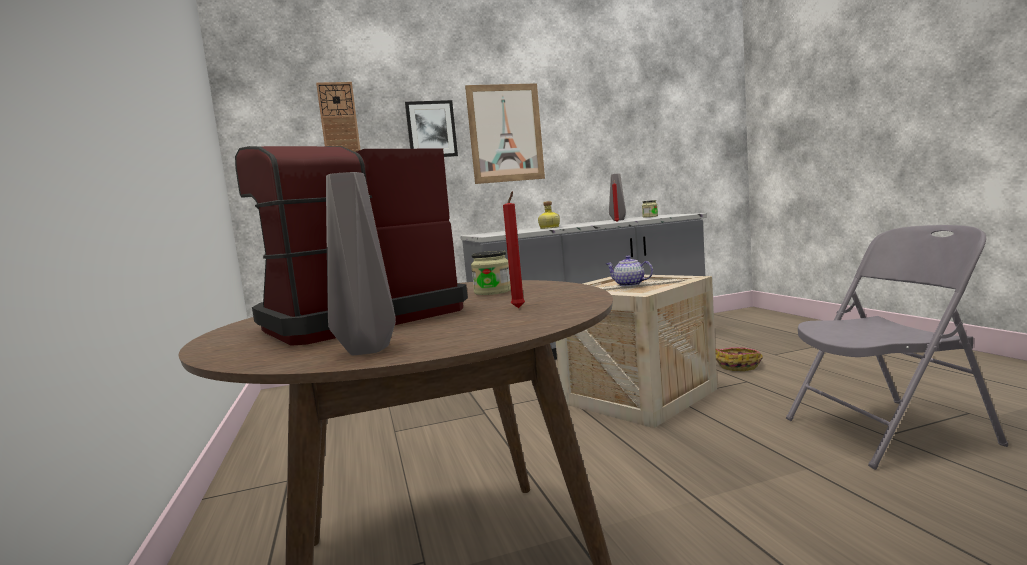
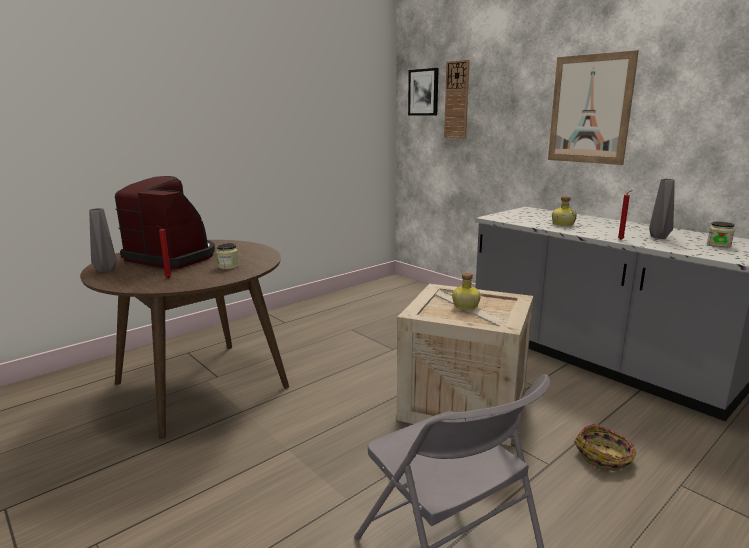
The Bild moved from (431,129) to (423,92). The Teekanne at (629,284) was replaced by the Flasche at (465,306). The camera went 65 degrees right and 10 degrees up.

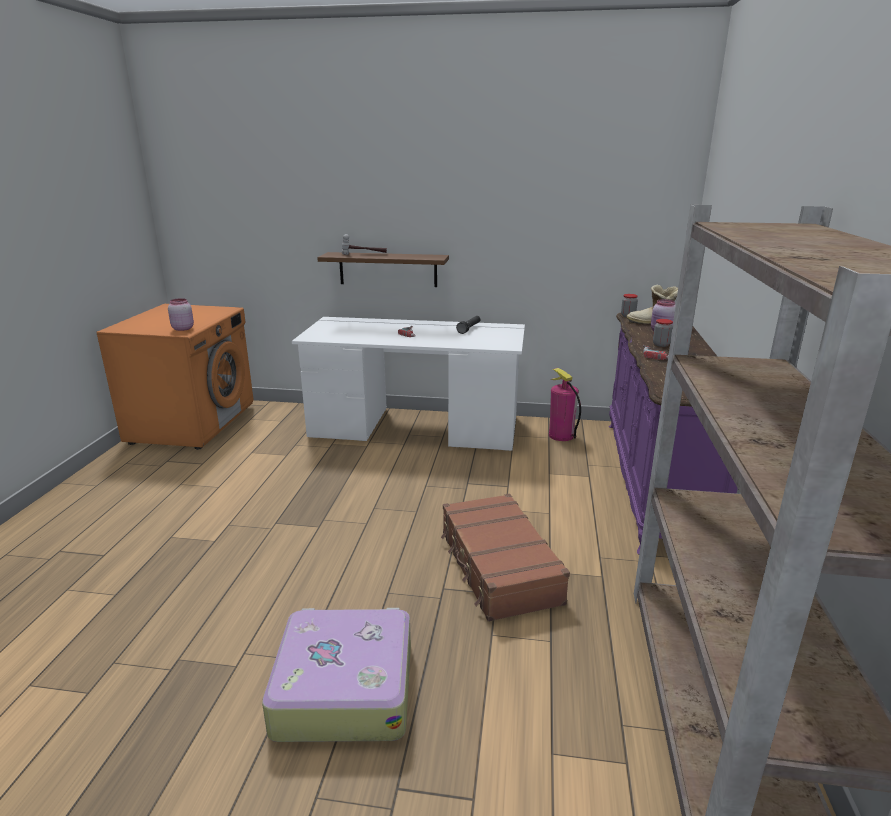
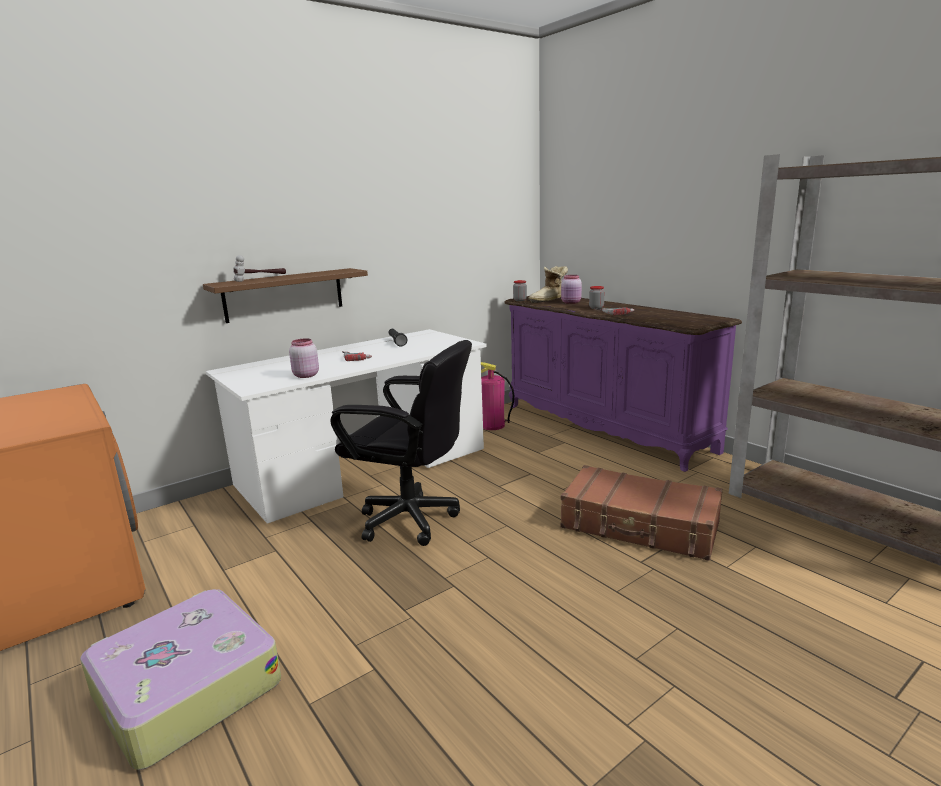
The Bürostuhl (schwarz) at (414,521) appeared. The Vorratsglas (rosa) moved from (183,328) to (305,375). The Koffer moved from (344,687) to (185,688). The camera went 45 degrees left and 5 degrees down.

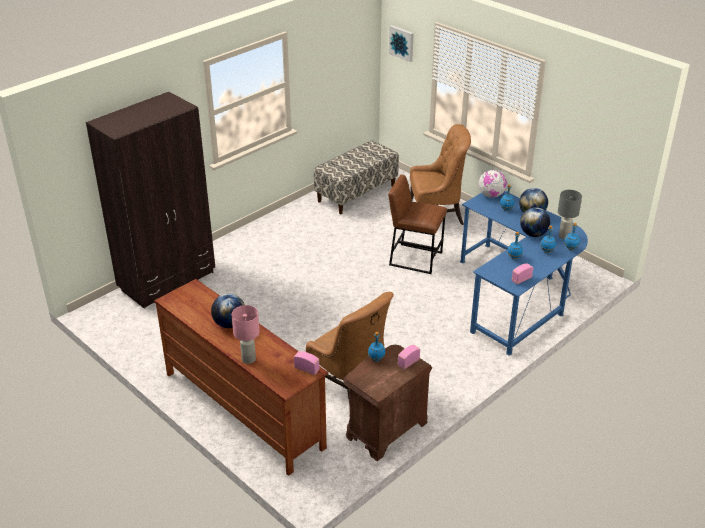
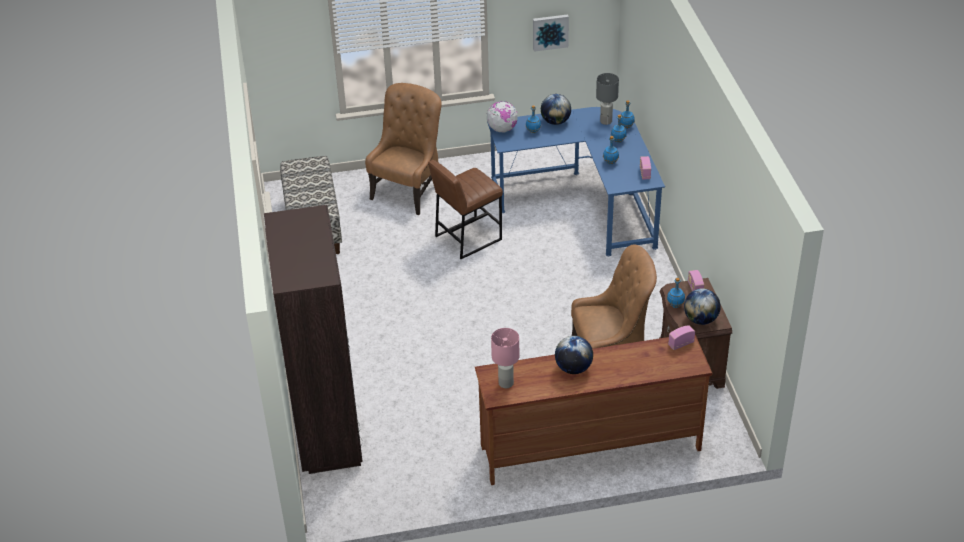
The Tischlampe (rosa) moved from (248,359) to (505,383). The Bild moved from (402,43) to (550,31). The Globus moved from (533,234) to (700,319). The camera went 55 degrees left and 5 degrees up.

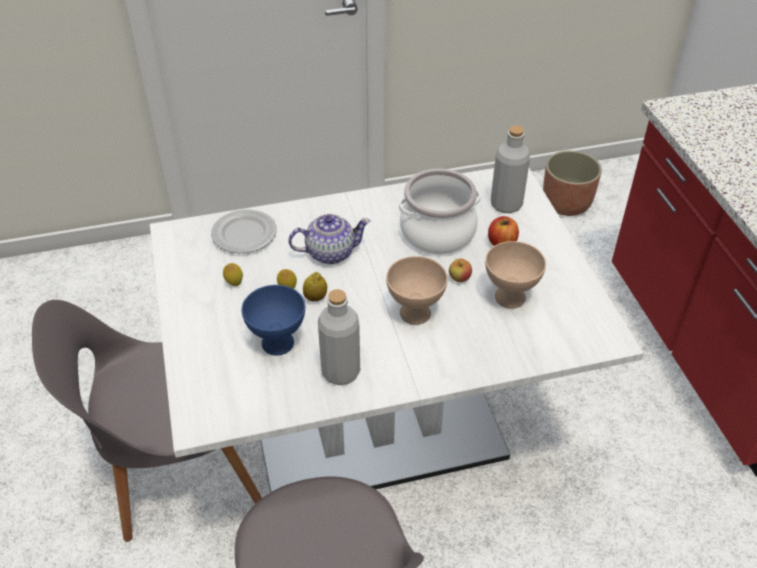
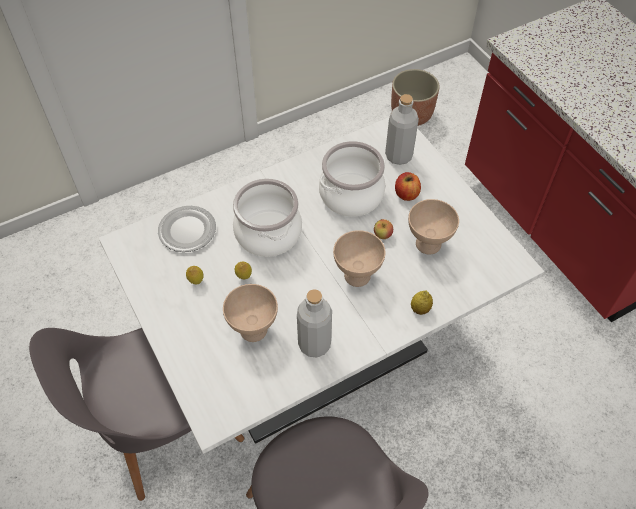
The Zitrone moved from (315,297) to (420,309). The Teekanne at (329,252) was replaced by the Kochtopf at (267,233). The Schüssel (blau) at (278,344) became the Schüssel (beige) at (254,330). The camera went 15 degrees left and 10 degrees up.

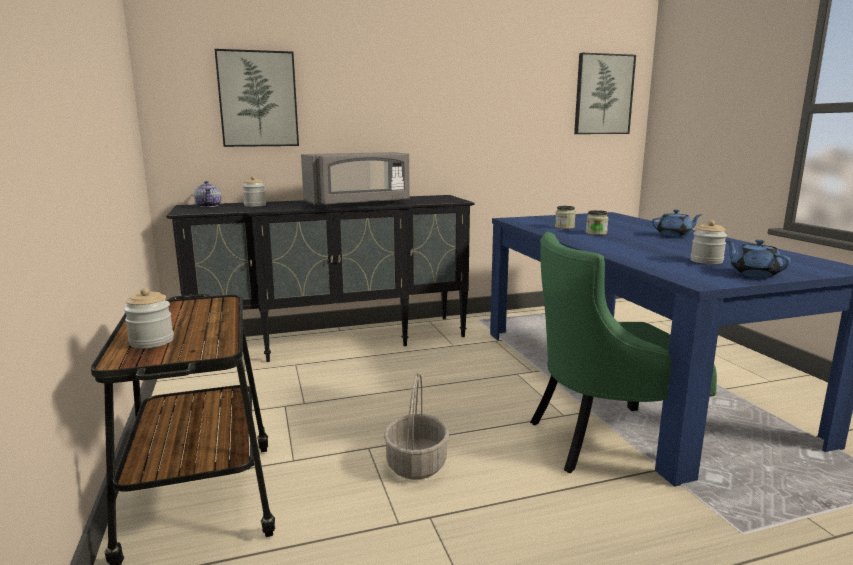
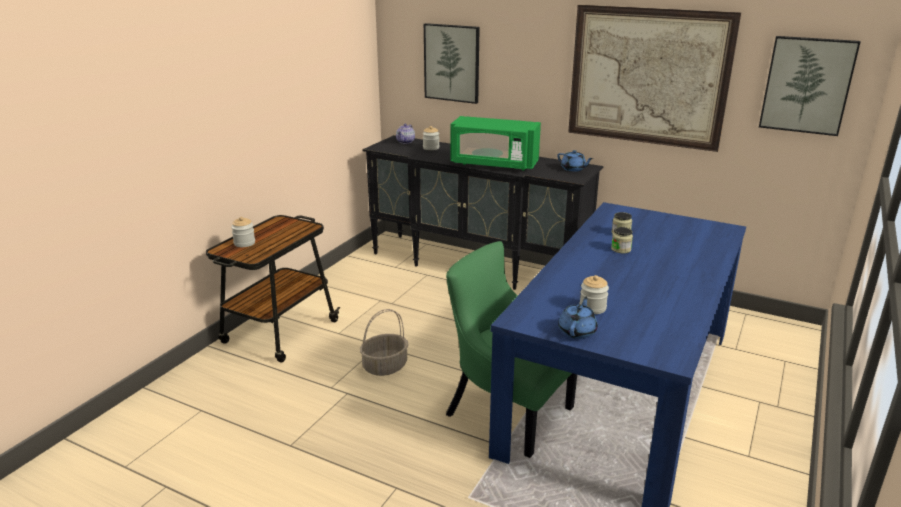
The Bild at (648,77) appeared. The Teekanne (blau) moved from (674,235) to (573,169). The Mikrowelle (grau) at (358,204) became the Mikrowelle (grün) at (493,164). The camera went 45 degrees right and 10 degrees up.

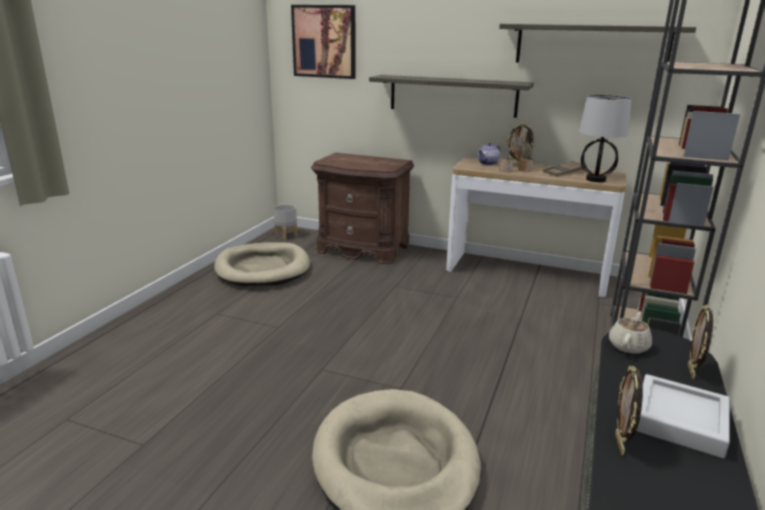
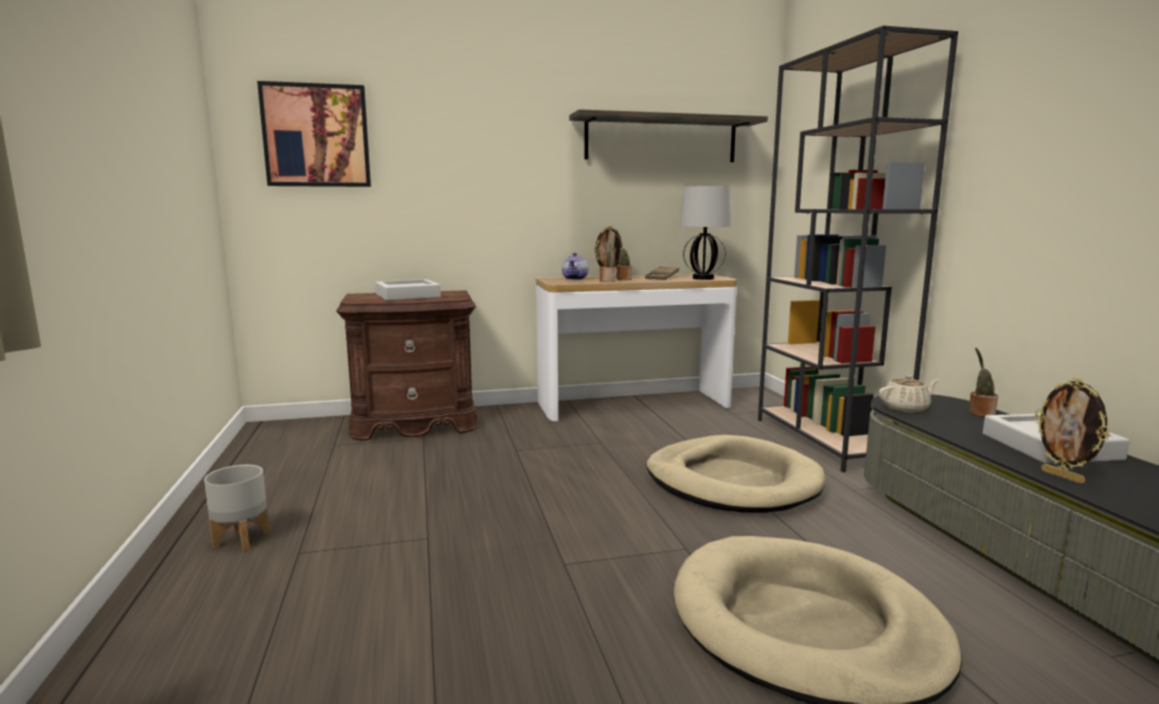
The Wandregal at (452,95) disappeared. The Tablett (grau) at (408,296) appeared. The Hundebett (beige) moved from (263,268) to (732,481). The Pflanzkübel (grau) moved from (286,236) to (240,539). The Bilderrahmen at (692,372) was replaced by the Topfpflanze at (980,413). The Teekanne (beige) at (628,346) turned 75 degrees clockwise. The camera went 35 degrees left and 10 degrees down.

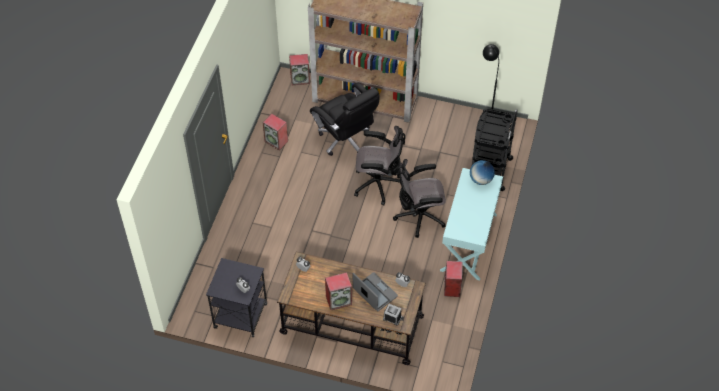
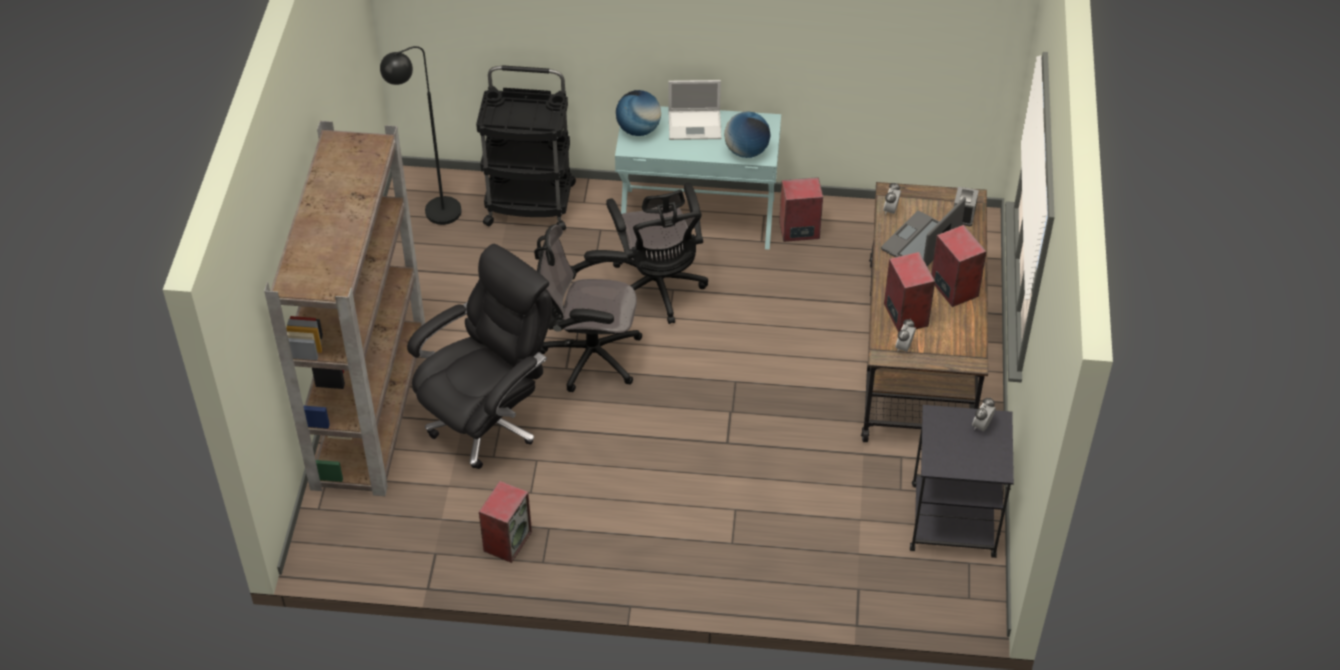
The Laptop at (696,125) appeared. The Globus at (746,151) appeared. The Lautsprecher moved from (300,79) to (905,314). The Bürostuhl at (378,184) turned 75 degrees counterclockwise. The camera went 100 degrees left and 5 degrees down.

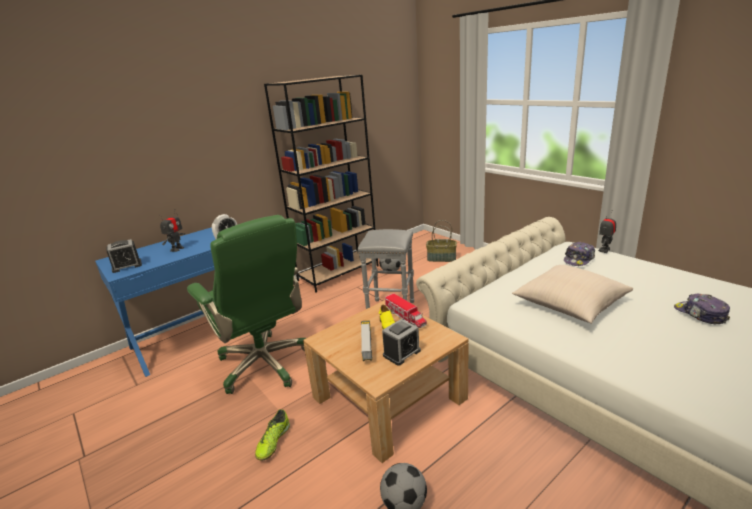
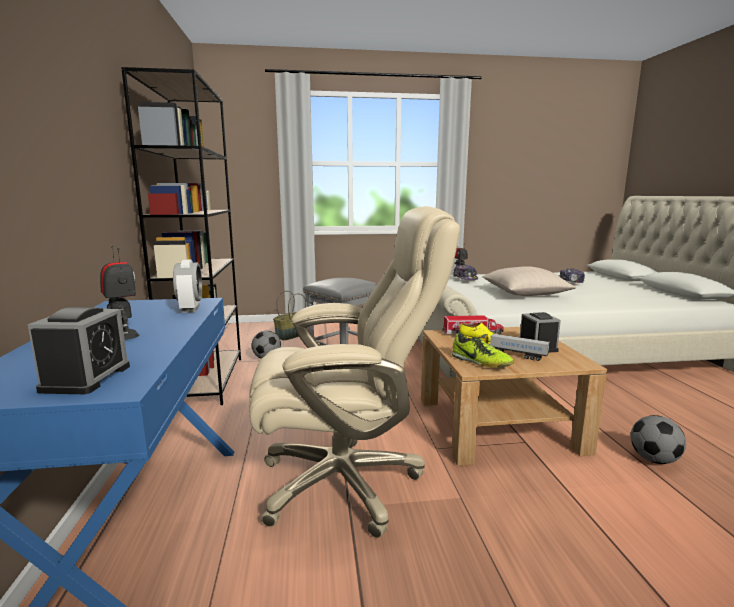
The Schuh moved from (273,442) to (480,362). The Bürostuhl (grün) at (264,366) became the Bürostuhl (beige) at (346,486). The camera went 60 degrees left and 10 degrees down.

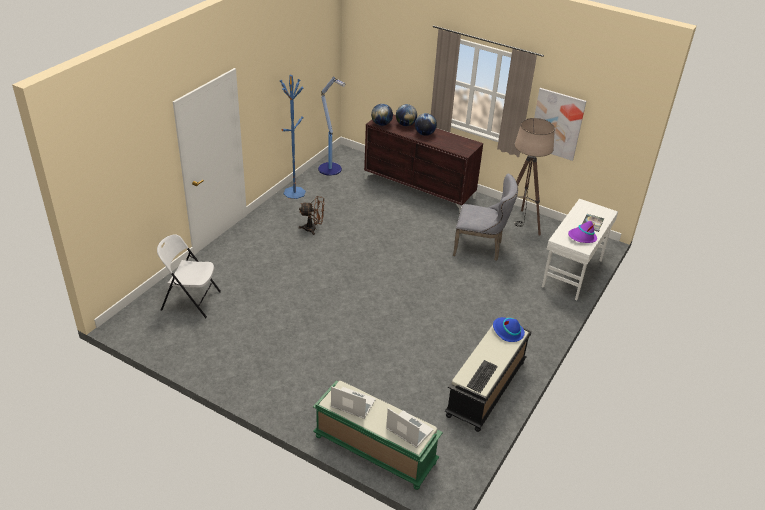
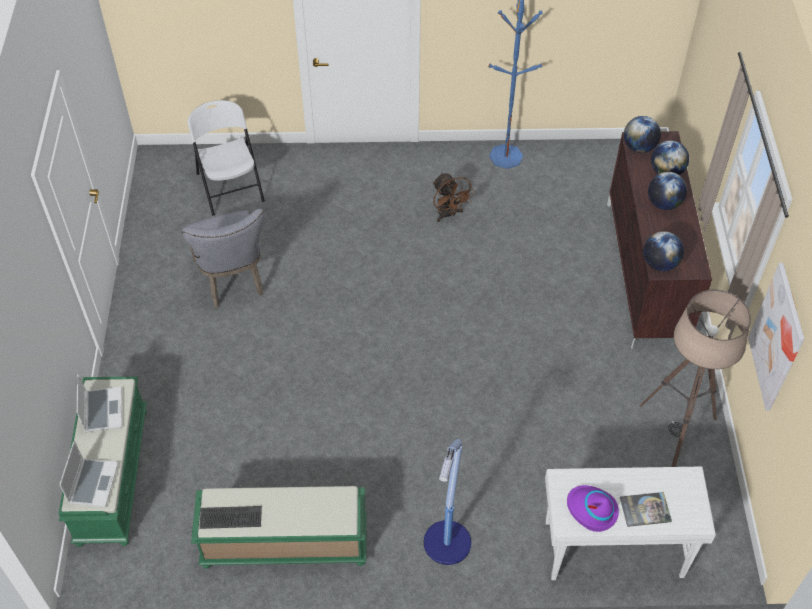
The Hut (blau) at (507,331) disappeared. The Globus at (660,263) appeared. The Stehlampe moved from (330,169) to (447,544). The Stuhl (grau) moved from (481,248) to (232,280). The Bank (schwarz) at (486,389) became the Bank (grün) at (283,544). The camera went 60 degrees right and 15 degrees up.

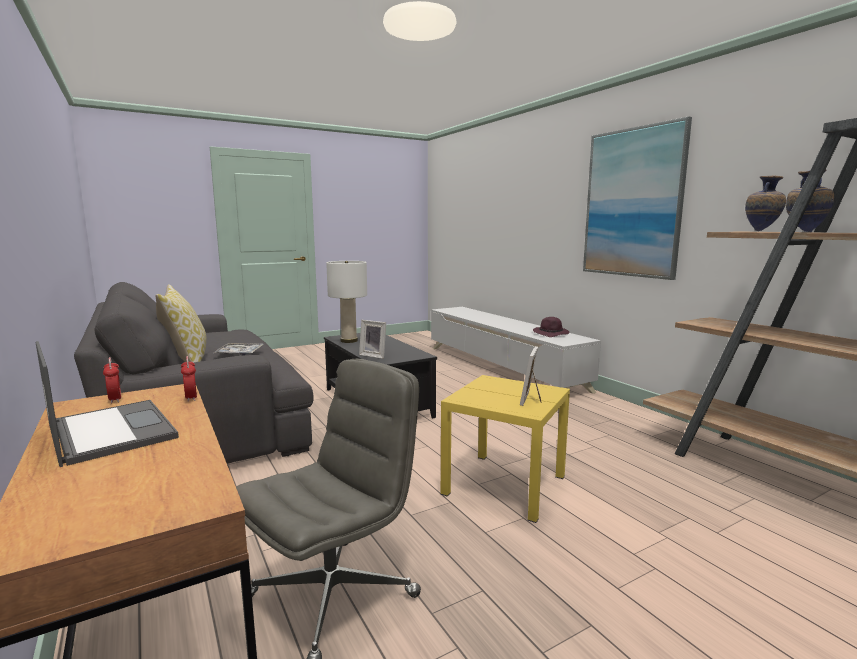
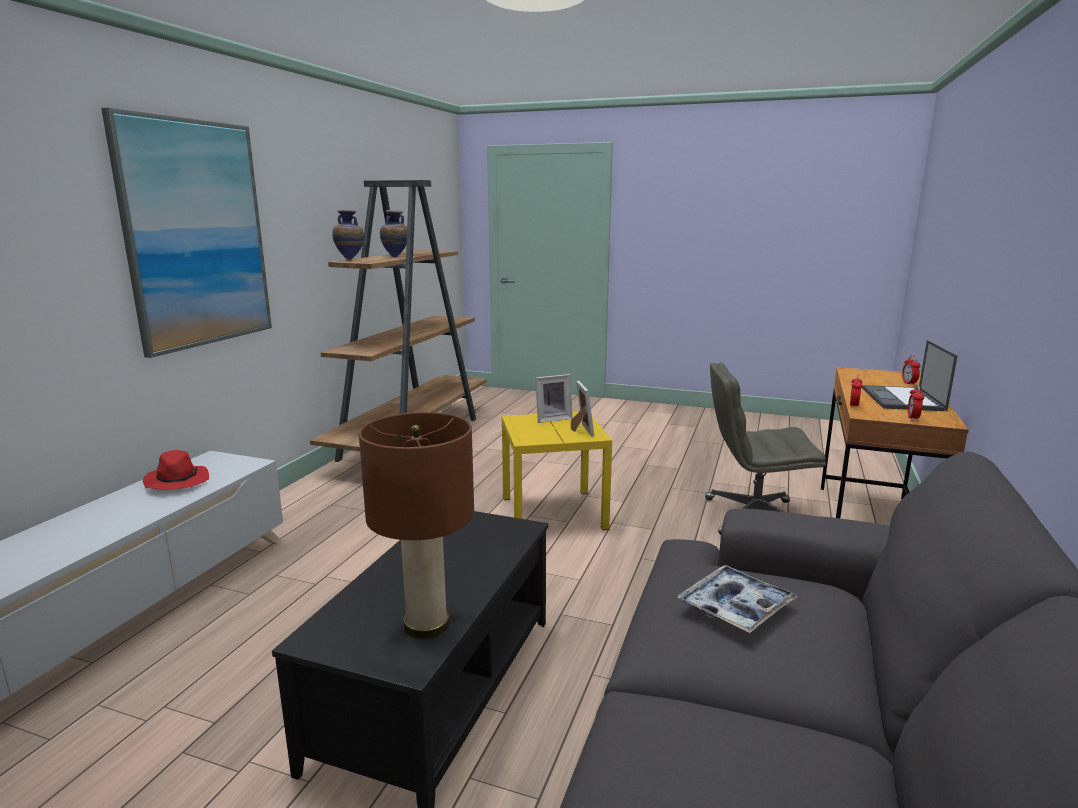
The Kissen at (186,361) disappeared. The Wecker at (909,383) appeared. The Bilderrahmen moved from (374,355) to (580,430). The Tischlampe (weiß) at (349,340) became the Tischlampe (braun) at (426,625). The Hut (lila) at (551,334) became the Hut (rot) at (177,482). The camera went 130 degrees left and 5 degrees up.

